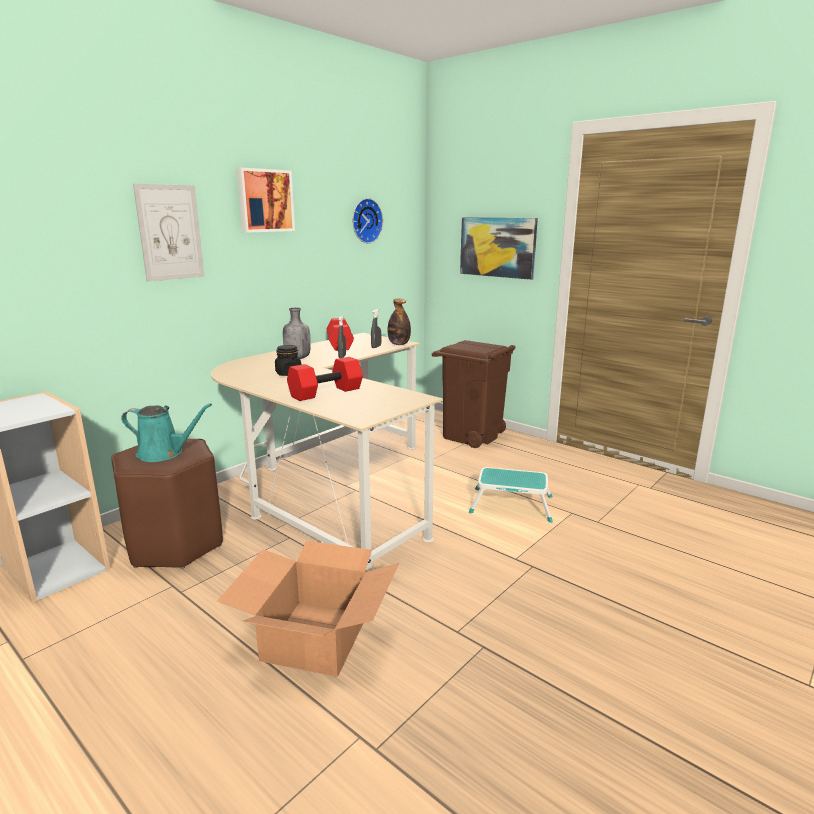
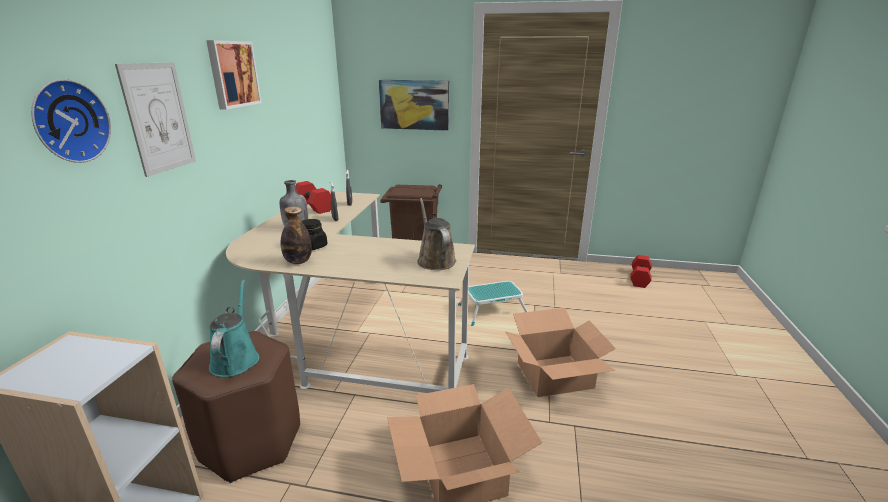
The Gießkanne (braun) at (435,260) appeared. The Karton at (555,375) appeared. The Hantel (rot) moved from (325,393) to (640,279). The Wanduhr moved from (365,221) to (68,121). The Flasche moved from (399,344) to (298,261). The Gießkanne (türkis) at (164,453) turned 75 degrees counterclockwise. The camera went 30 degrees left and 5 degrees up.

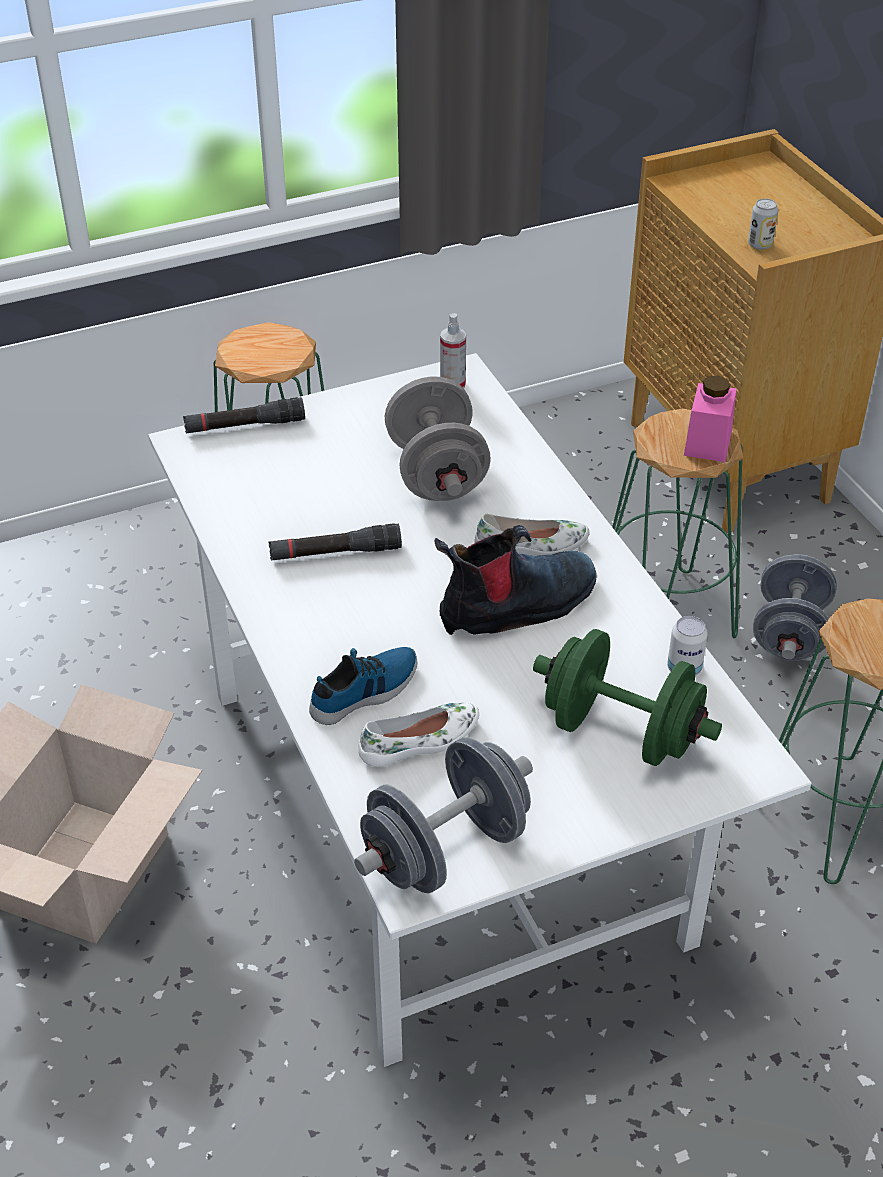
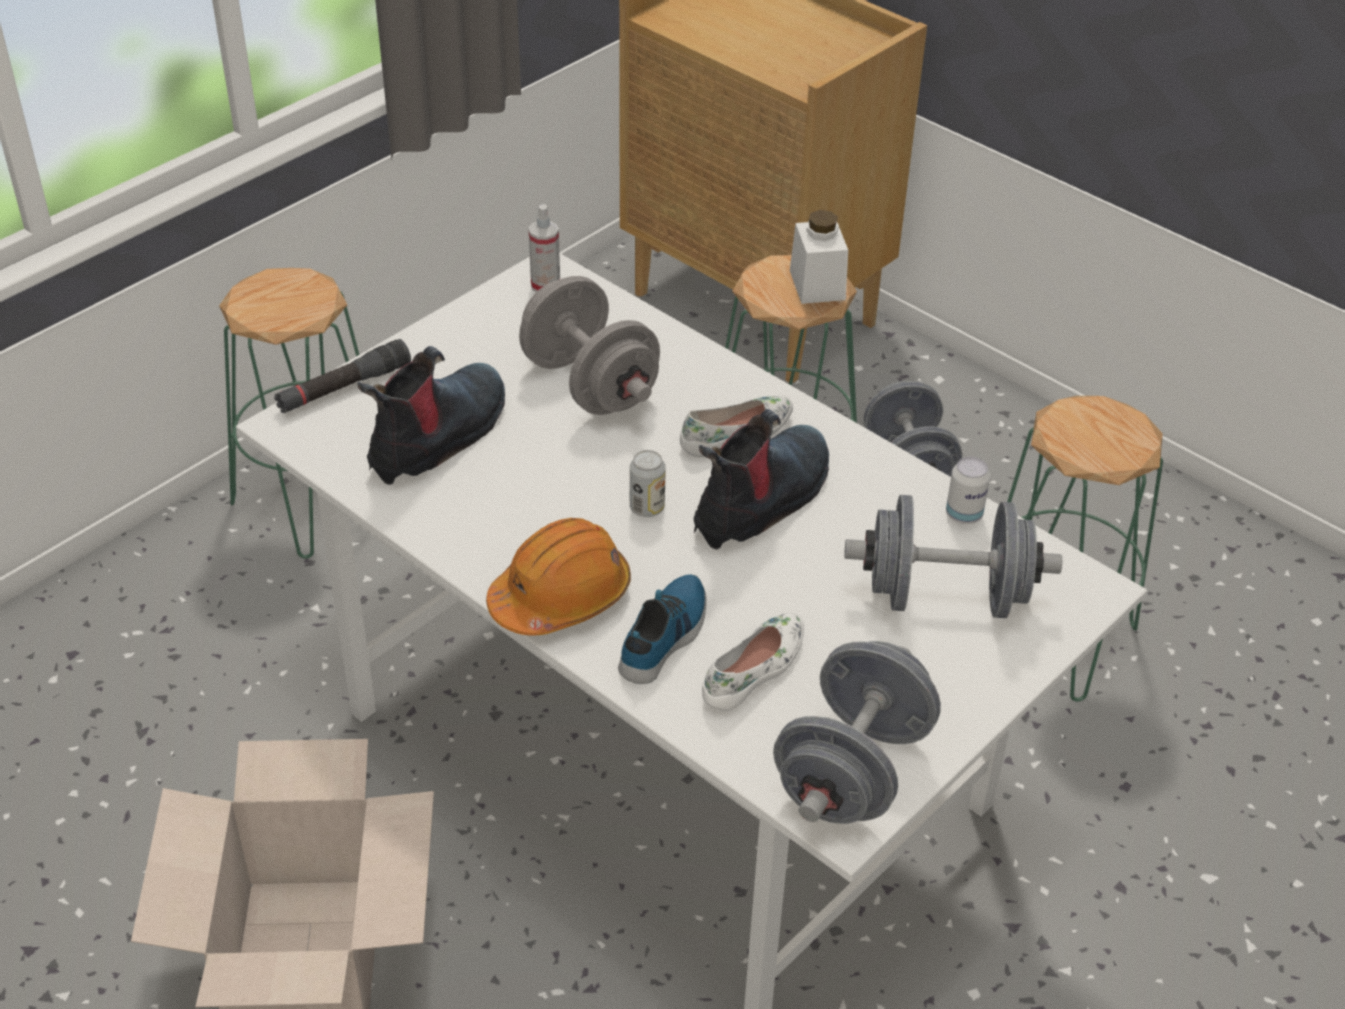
The Taschenlampe (schwarz) at (335,553) disappeared. The Stiefel at (439,437) appeared. The Schutzhelm (orange) at (561,597) appeared. The Dose moved from (760,244) to (647,508). The Hantel (grün) at (621,732) became the Hantel (grau) at (945,597). The Vorratsglas (rosa) at (708,443) became the Vorratsglas (weiß) at (817,285). The camera went 25 degrees left and 0 degrees up.

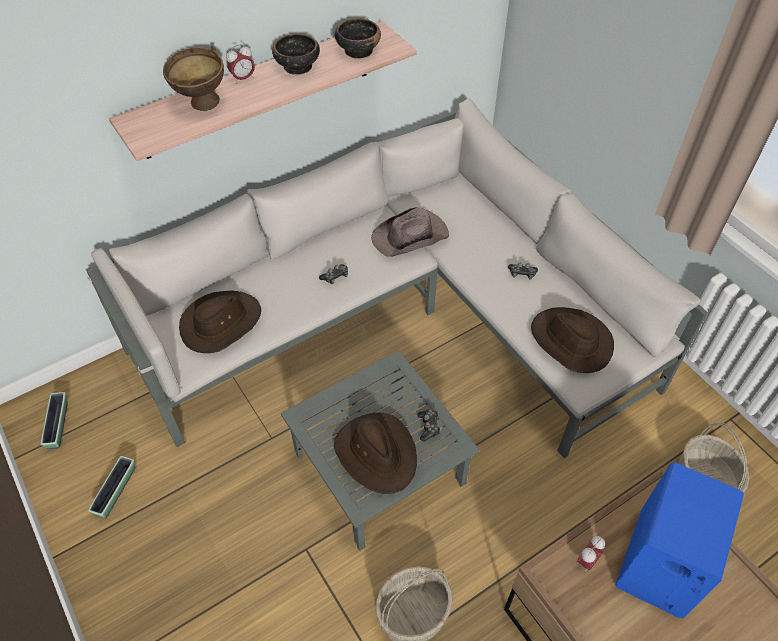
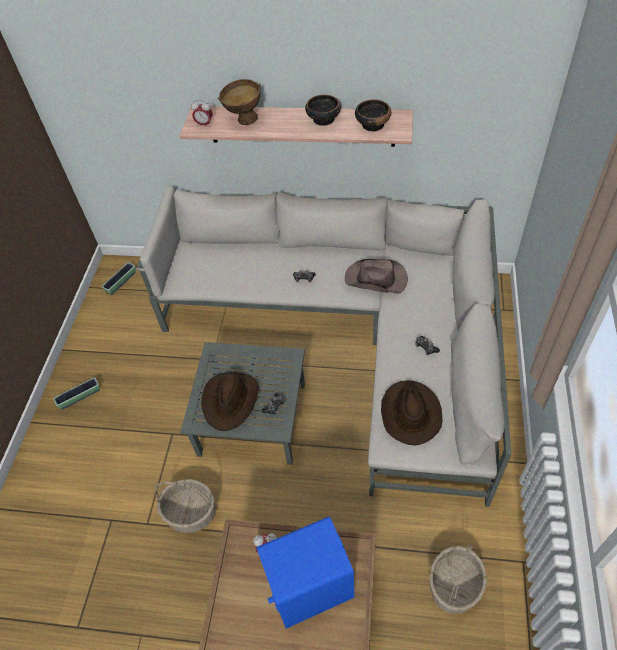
The Hut (braun) at (221,323) disappeared. The Pflanzkübel moved from (116,491) to (80,397). The Wecker moved from (243,79) to (204,124). The camera went 45 degrees right and 0 degrees up.

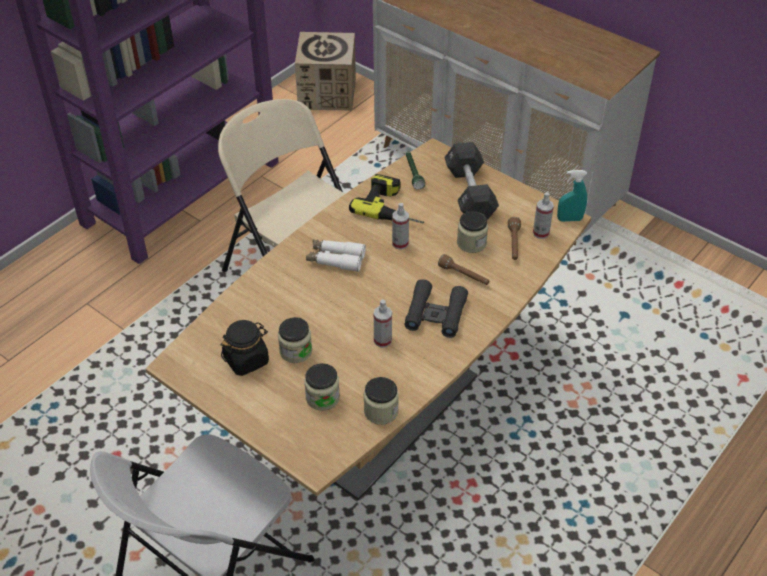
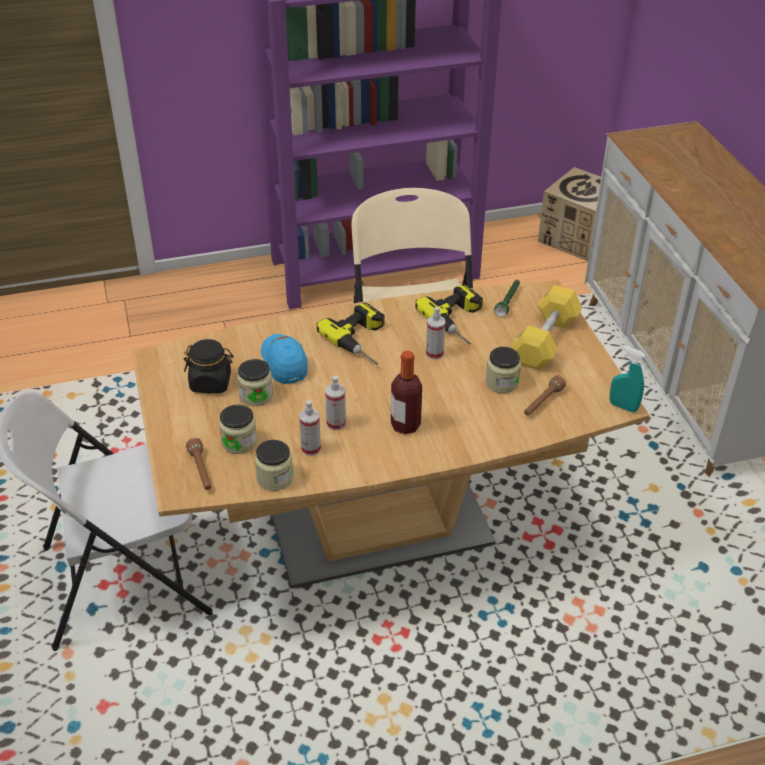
The Kappe (blau) at (284,363) appeared. The Taschenlampe (braun) moved from (464,276) to (201,471). The Sprühflasche moved from (541,233) to (311,448). The Fernglas (weiß) at (335,259) was replaced by the Bohrmaschine at (364,340). The Fernglas (schwarz) at (435,314) was replaced by the Flasche at (405,425). The Hantel (schwarz) at (470,193) became the Hantel (gelb) at (545,341). The camera went 35 degrees right and 5 degrees down.

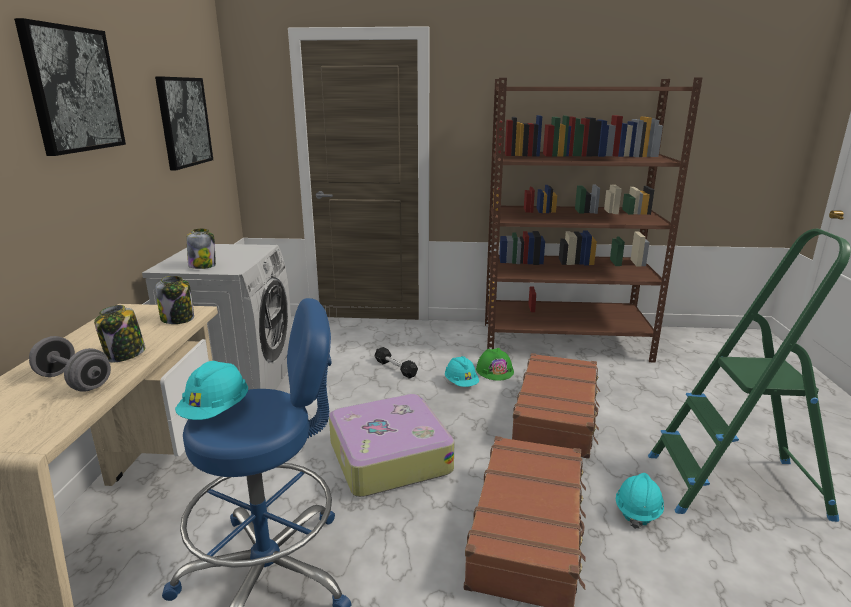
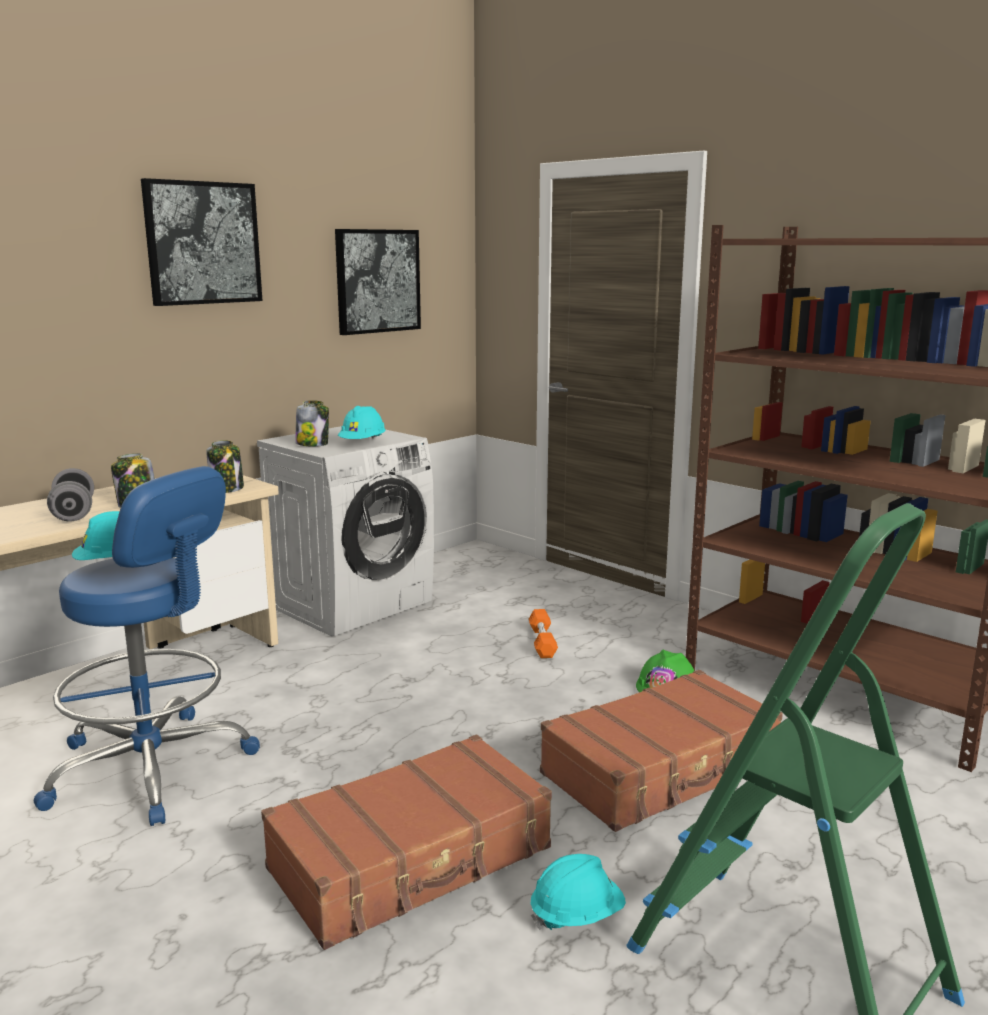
The Koffer at (388,456) disappeared. The Schutzhelm (türkis) moved from (461,383) to (363,443). The Hantel (schwarz) at (395,368) became the Hantel (orange) at (542,642). The camera went 40 degrees right and 5 degrees down.

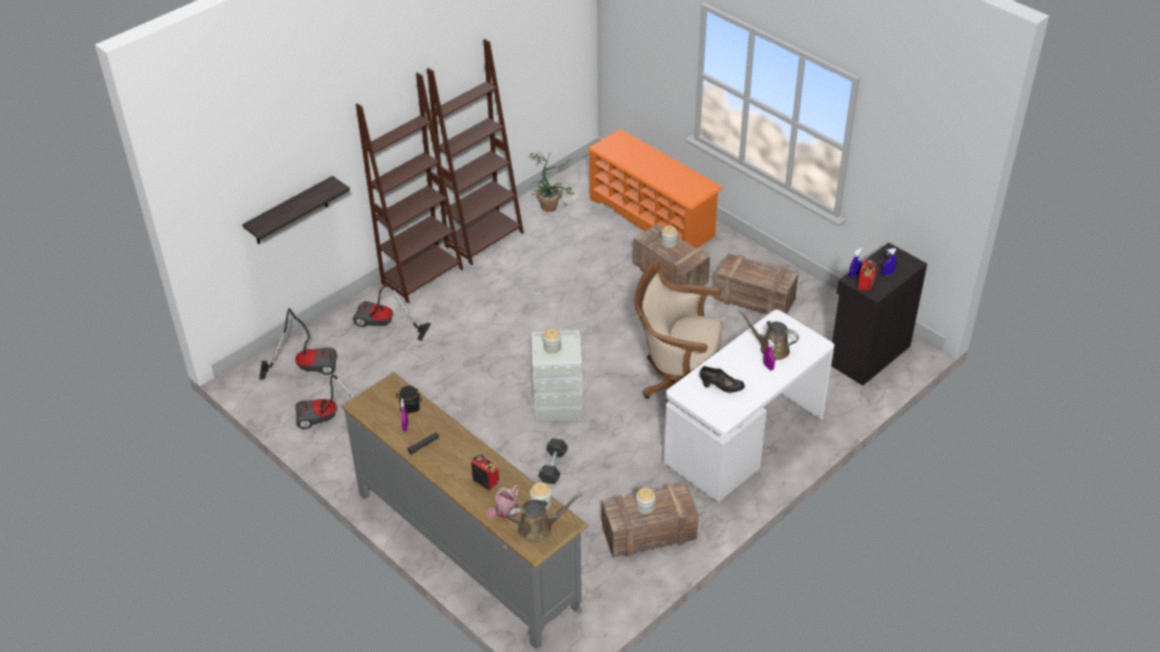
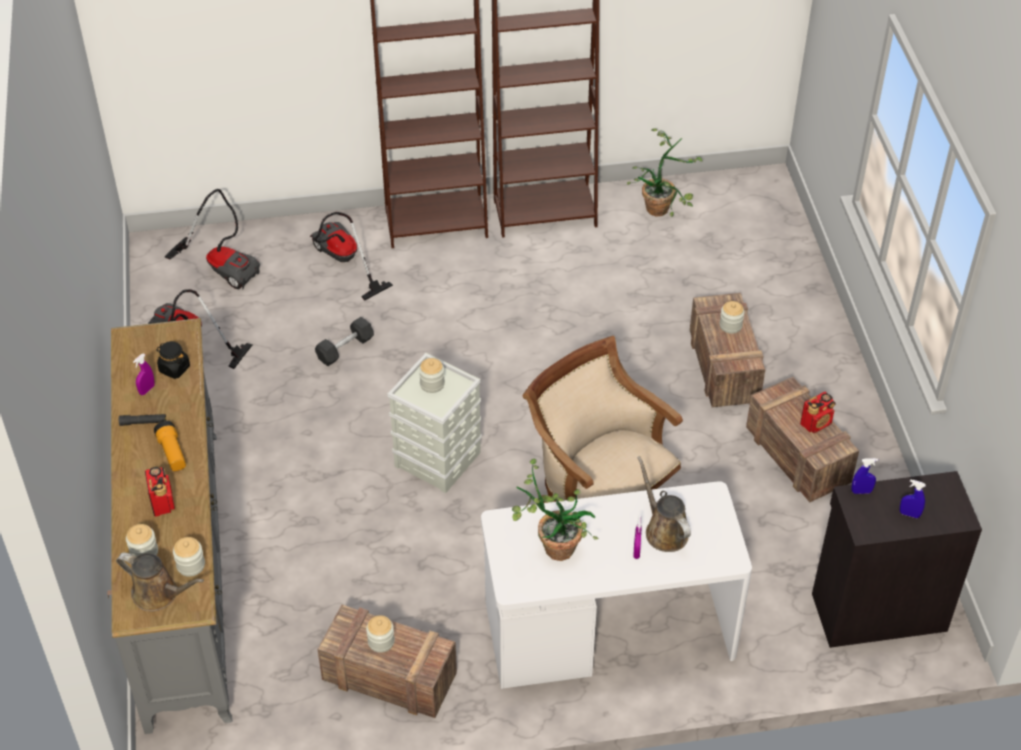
The Wandregal at (290,212) disappeared. The Schuhregal (orange) at (652,218) disappeared. The Taschenlampe at (172,453) appeared. The Hantel (schwarz) moved from (553,467) to (345,349). The Radio moved from (865,284) to (816,423). The Gießkanne at (504,512) was replaced by the Vorratsglas at (144,552). The Schuh (schwarz) at (721,387) was replaced by the Topfpflanze at (552,545). The camera went 35 degrees right and 5 degrees up.

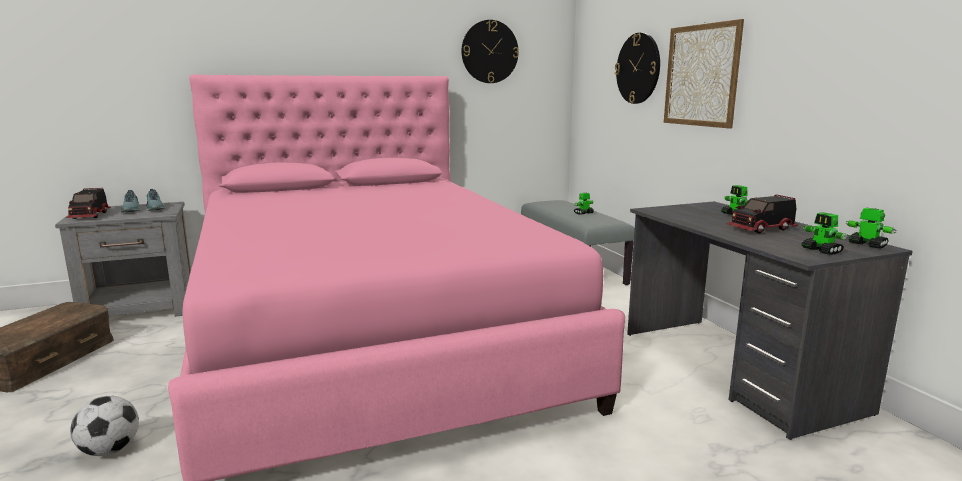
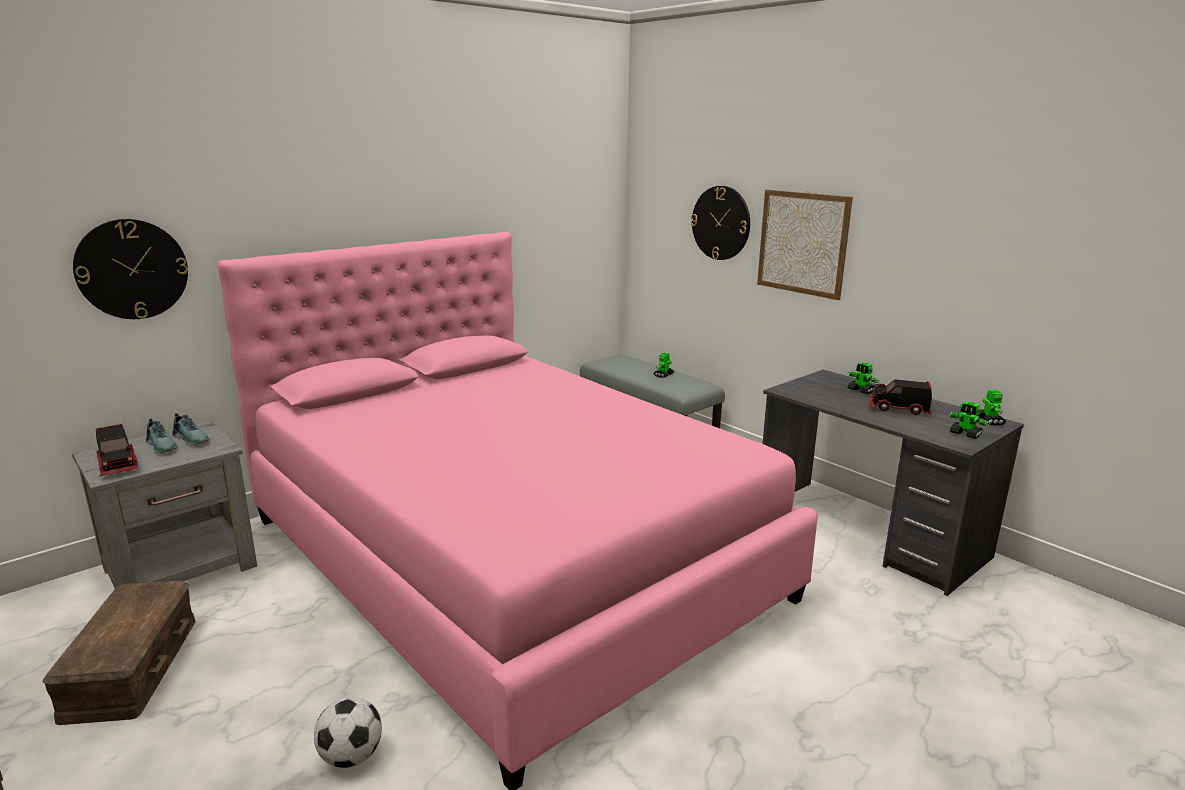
The Wanduhr moved from (489,52) to (132,269). The Spielzeuglaster at (762,229) turned 60 degrees clockwise. The Spielzeugroboter at (867,245) turned 60 degrees clockwise. The camera went 20 degrees left and 5 degrees up.

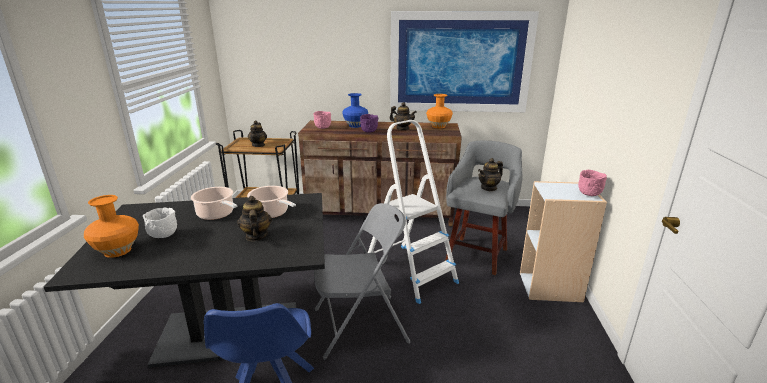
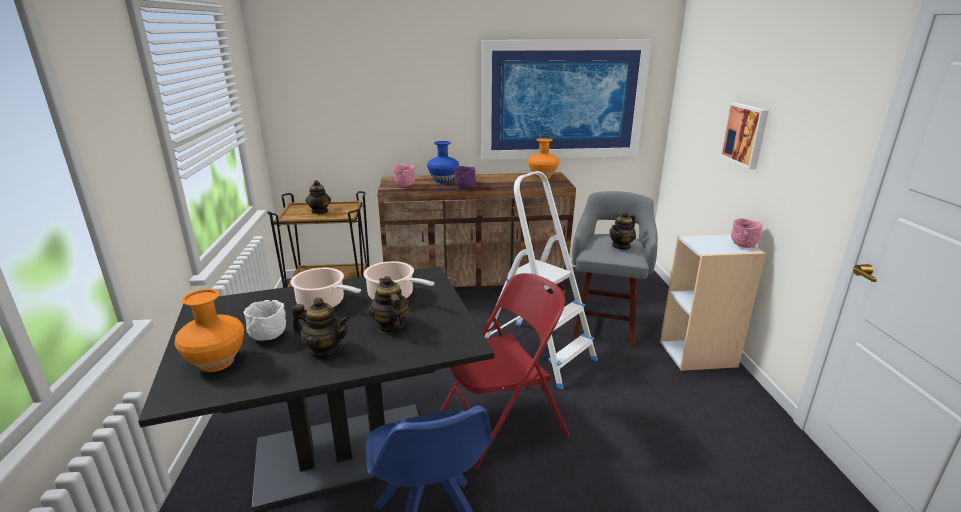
The Bild at (745,134) appeared. The Teekanne moved from (402,128) to (325,350). The Stuhl (grau) at (360,325) became the Stuhl (rot) at (503,423). The camera went 10 degrees left and 0 degrees up.

